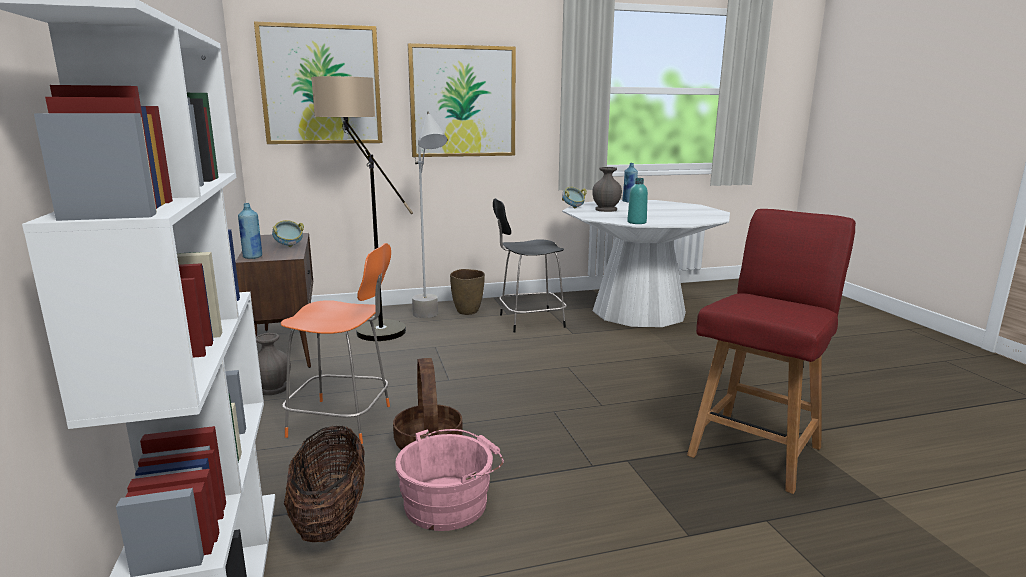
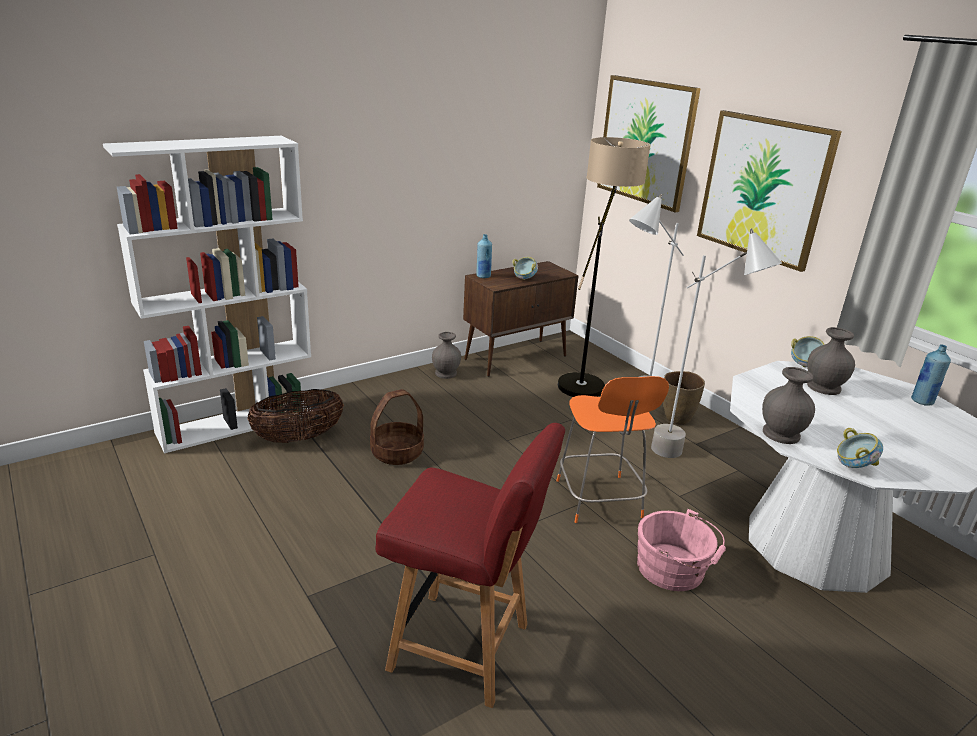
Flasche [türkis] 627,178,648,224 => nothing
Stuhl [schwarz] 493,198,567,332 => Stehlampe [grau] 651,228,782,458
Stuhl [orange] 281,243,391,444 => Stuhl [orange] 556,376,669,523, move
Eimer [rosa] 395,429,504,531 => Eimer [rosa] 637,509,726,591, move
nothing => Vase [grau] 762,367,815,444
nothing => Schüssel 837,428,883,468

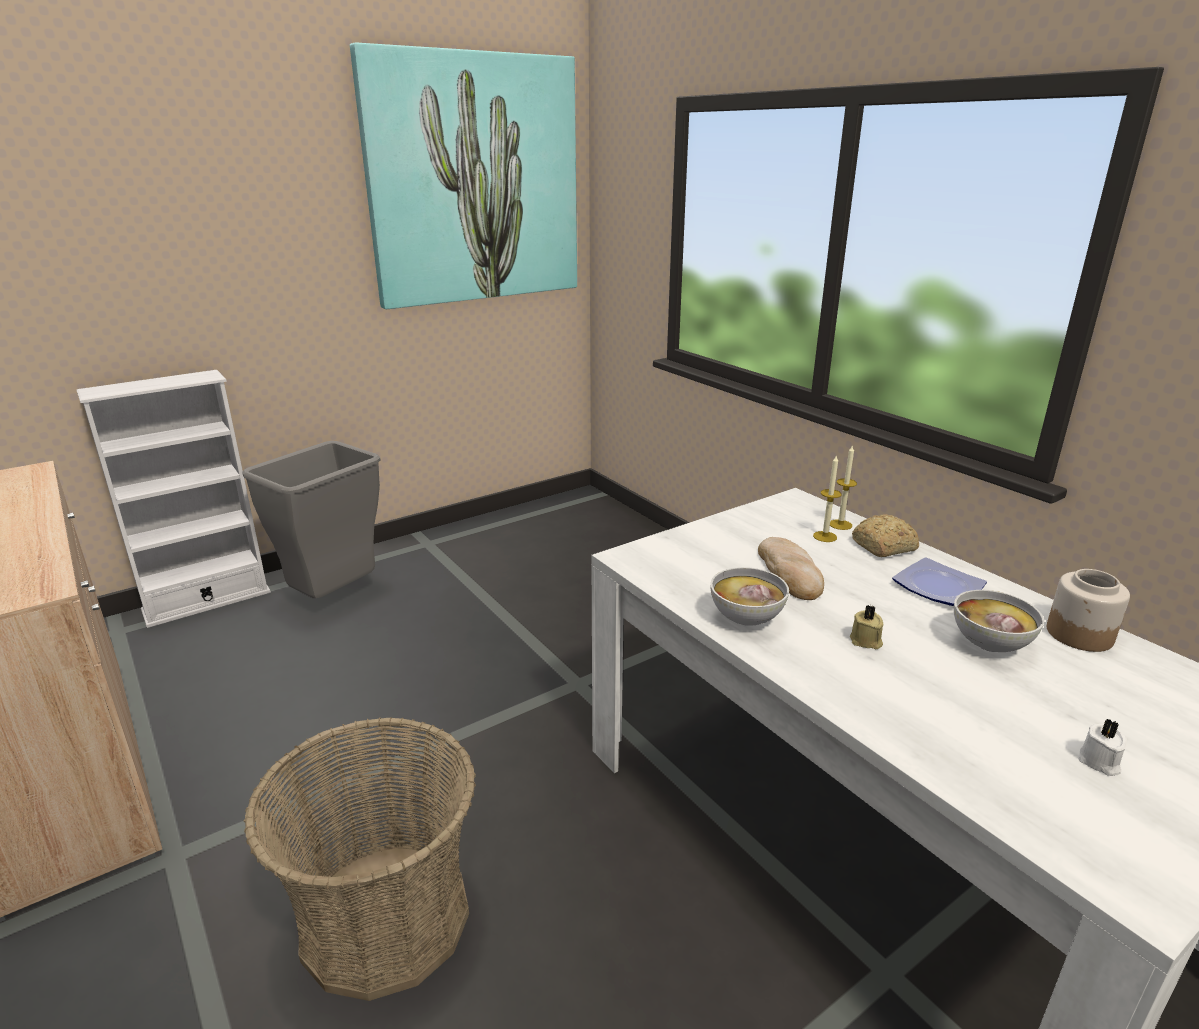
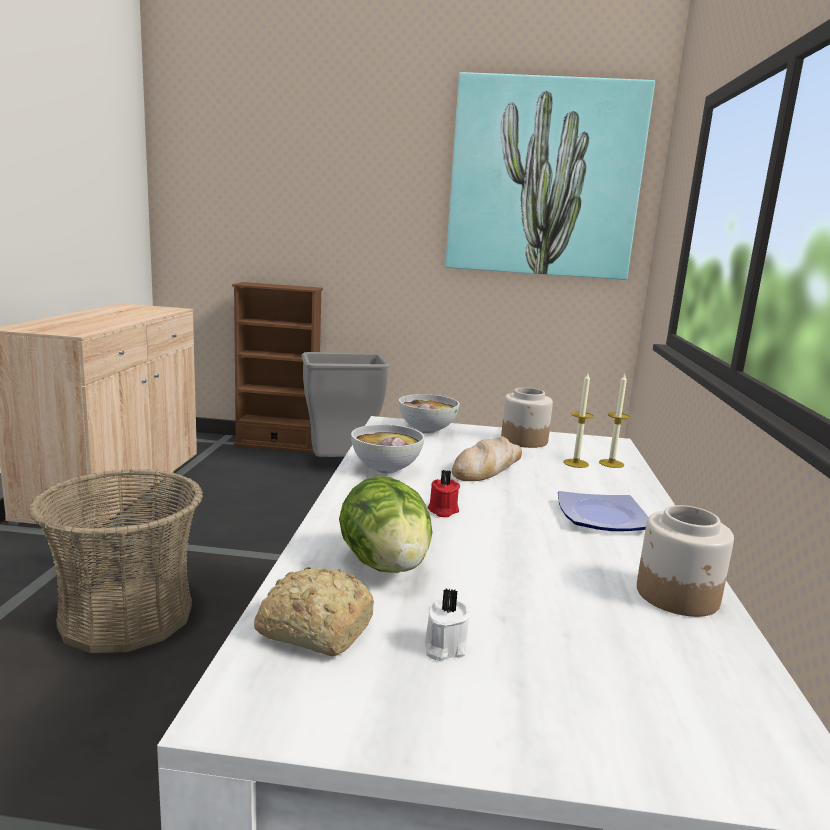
Bücherregal [weiß] 77,370,271,628 => Bücherregal [braun] 232,282,323,453
Brot 852,514,919,557 => Brot 254,567,374,656, move
Schüssel 954,590,1044,652 => Schüssel 399,394,459,433, move
Kerze [beige] 850,605,884,649 => Kerze [rot] 428,470,460,517
nothing => Vorratsglas 501,388,553,448
nothing => Salatkopf 339,476,432,573

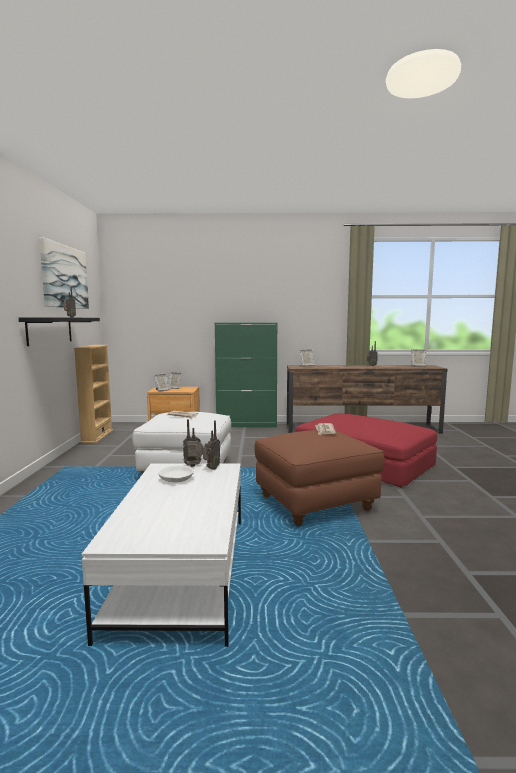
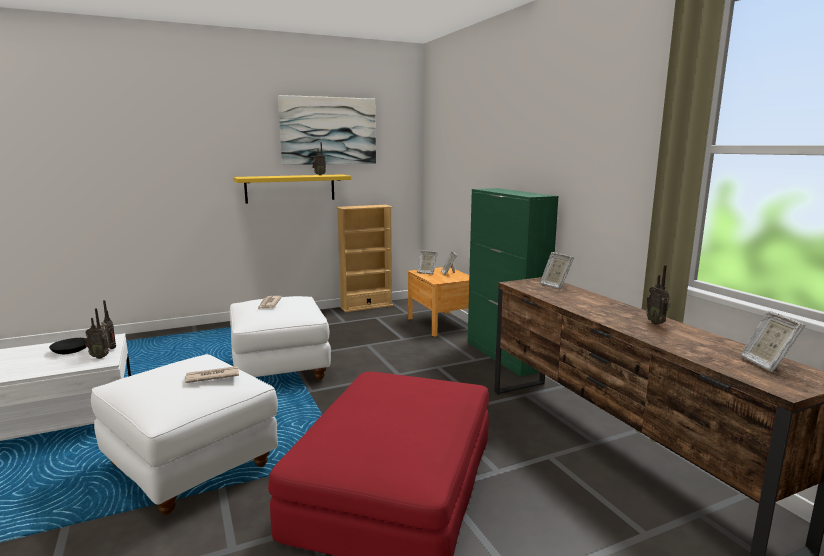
Wandregal [schwarz] 19,317,100,346 => Wandregal [gelb] 233,174,351,203
Polsterhocker [braun] 255,430,385,526 => Polsterhocker [weiß] 91,354,278,515
Schüssel [weiß] 158,466,194,482 => Schüssel [schwarz] 49,338,86,354

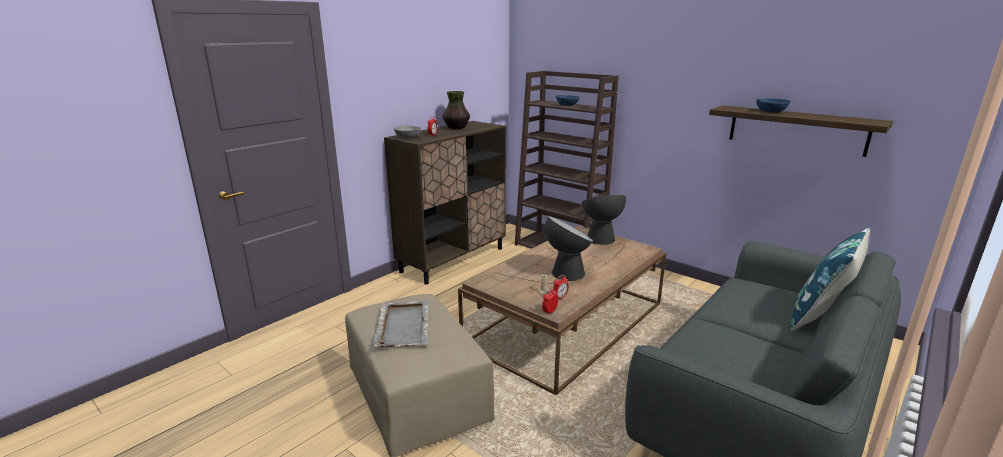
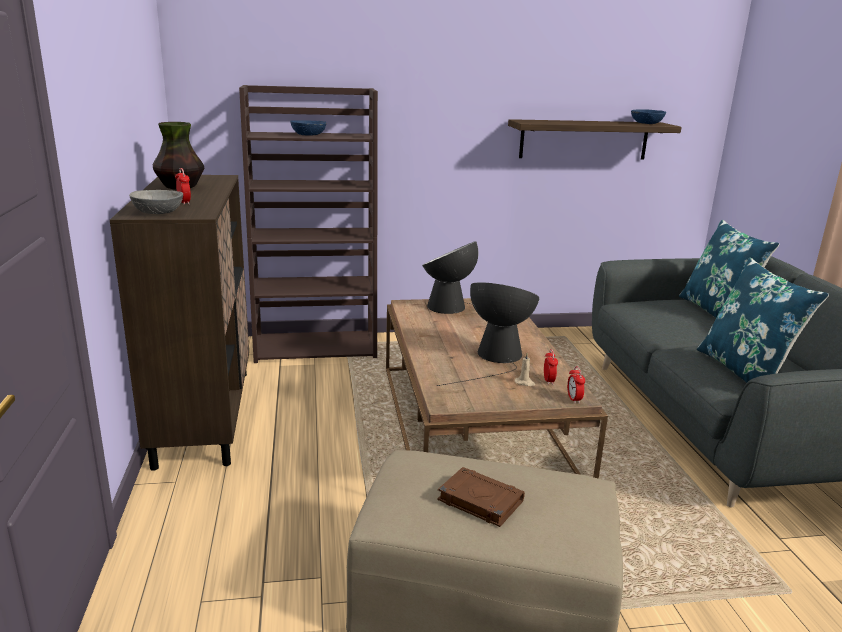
Schüssel [blau] 756,98,790,113 => Schüssel [blau] 631,109,666,124, move
Tablett [grau] 373,301,428,347 => Buch [braun] 437,467,525,527
nothing => Kissen [blau] 697,258,829,383

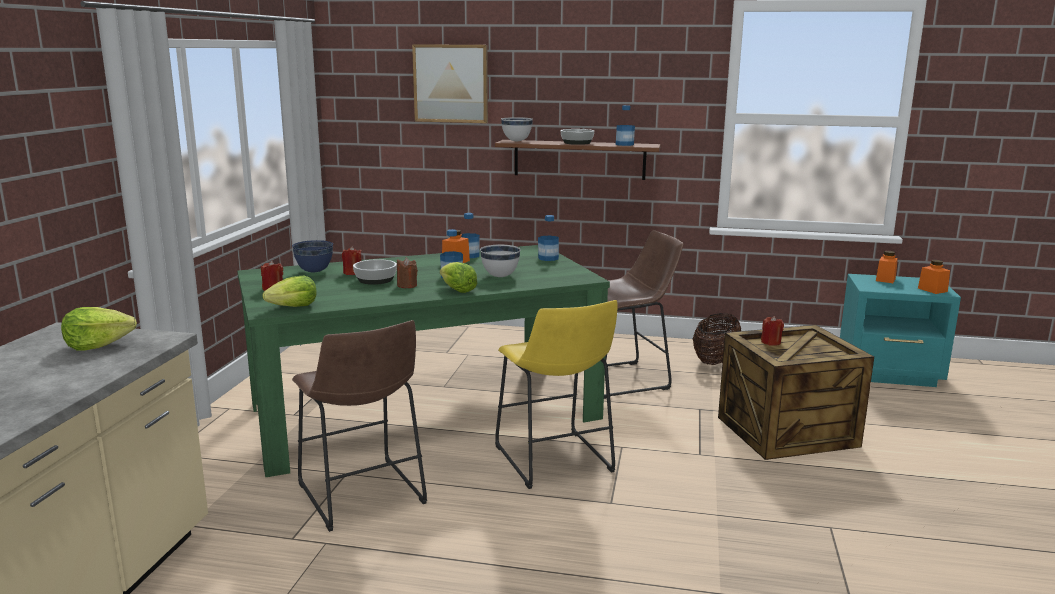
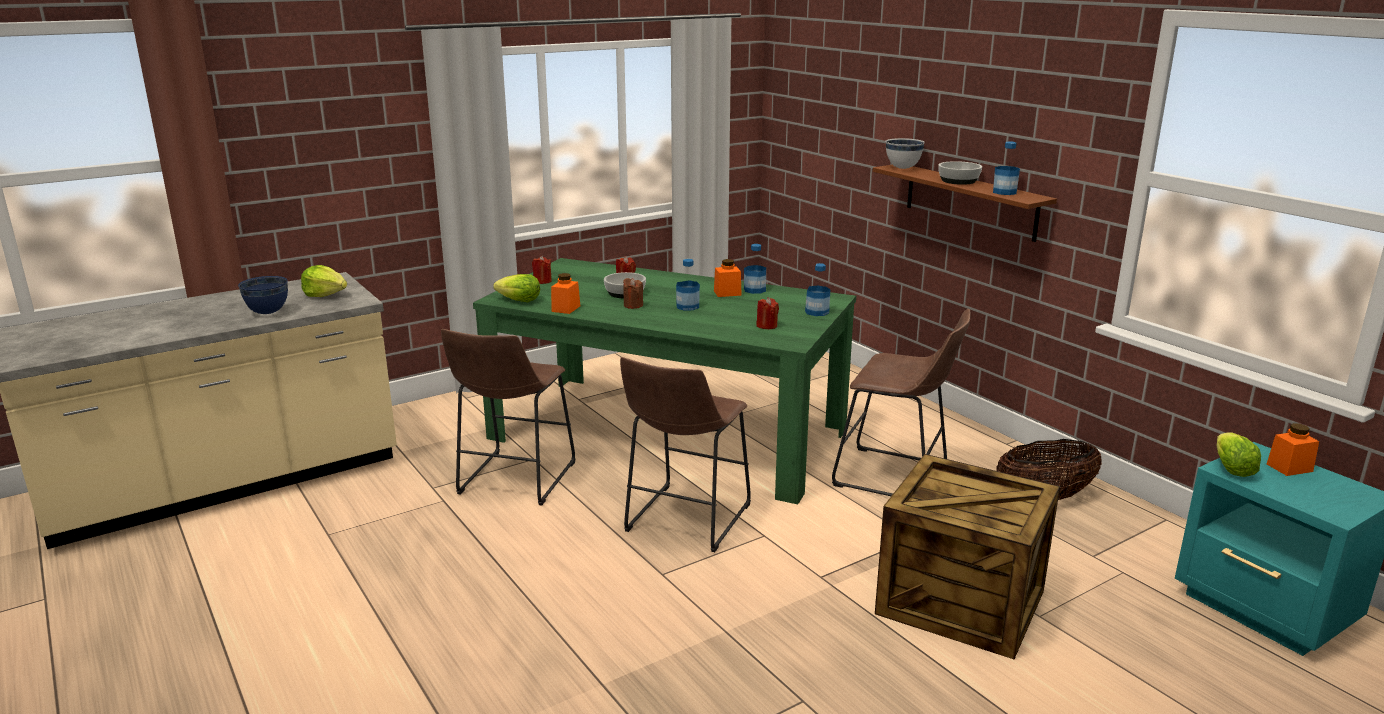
Bild 412,44,488,123 => nothing
Schüssel [blau] 292,240,333,272 => Schüssel [blau] 238,276,288,314, move
Schüssel [weiß] 480,245,521,277 => nothing
Vorratsglas [orange] 918,260,950,294 => Vorratsglas [orange] 551,273,580,314, move
Salatkopf 440,262,478,293 => Salatkopf 1217,432,1261,477, move
Hocker [gelb] 495,300,617,489 => Hocker [braun] 620,357,751,552
Kerze [rot] 761,316,784,346 => Kerze [rot] 756,297,779,329, move

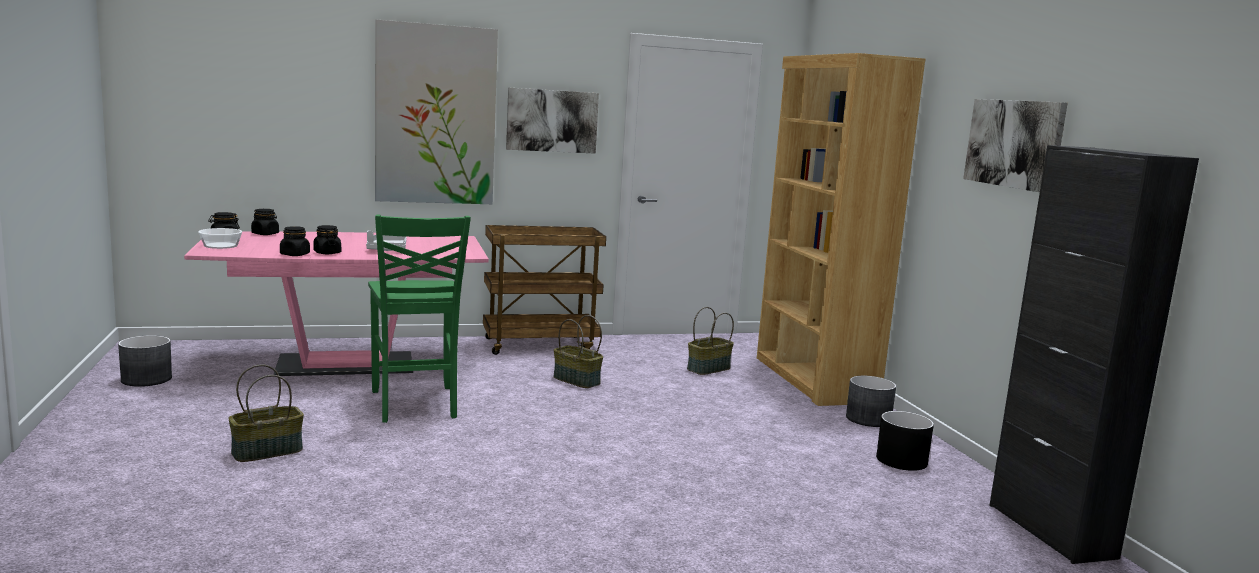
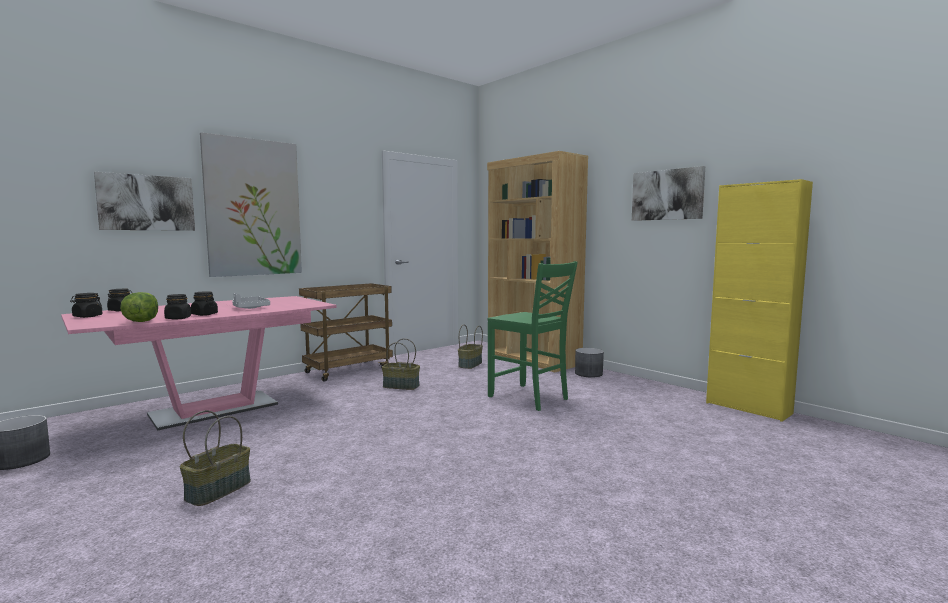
Bild 506,87,599,154 => Bild 94,172,195,231, move
Schrank [schwarz] 989,145,1199,564 => Schrank [gelb] 706,179,813,422
Stuhl [grün] 368,215,471,423 => Stuhl [grün] 488,261,578,411, move
Schüssel 198,228,242,249 => nothing
Pflanzkübel [schwarz] 876,411,934,471 => nothing
nothing => Salatkopf 120,292,158,322

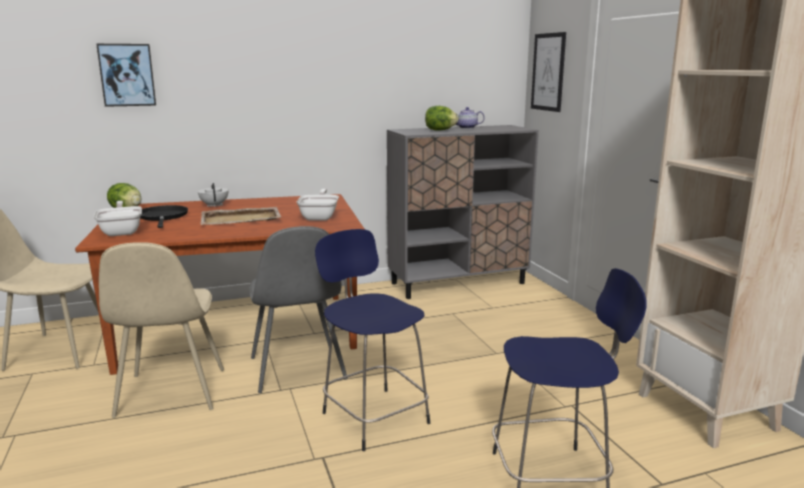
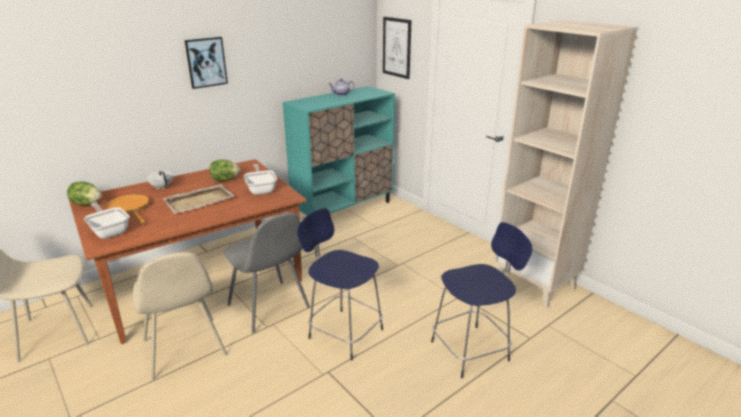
Bild 96,44,156,107 => Bild 185,37,228,89, move
Salatkopf 425,106,459,131 => Salatkopf 210,159,240,181, move
Schrank [grau] 387,125,539,299 => Schrank [türkis] 283,86,395,215
Pfanne [schwarz] 140,205,188,228 => Pfanne [orange] 105,194,149,223

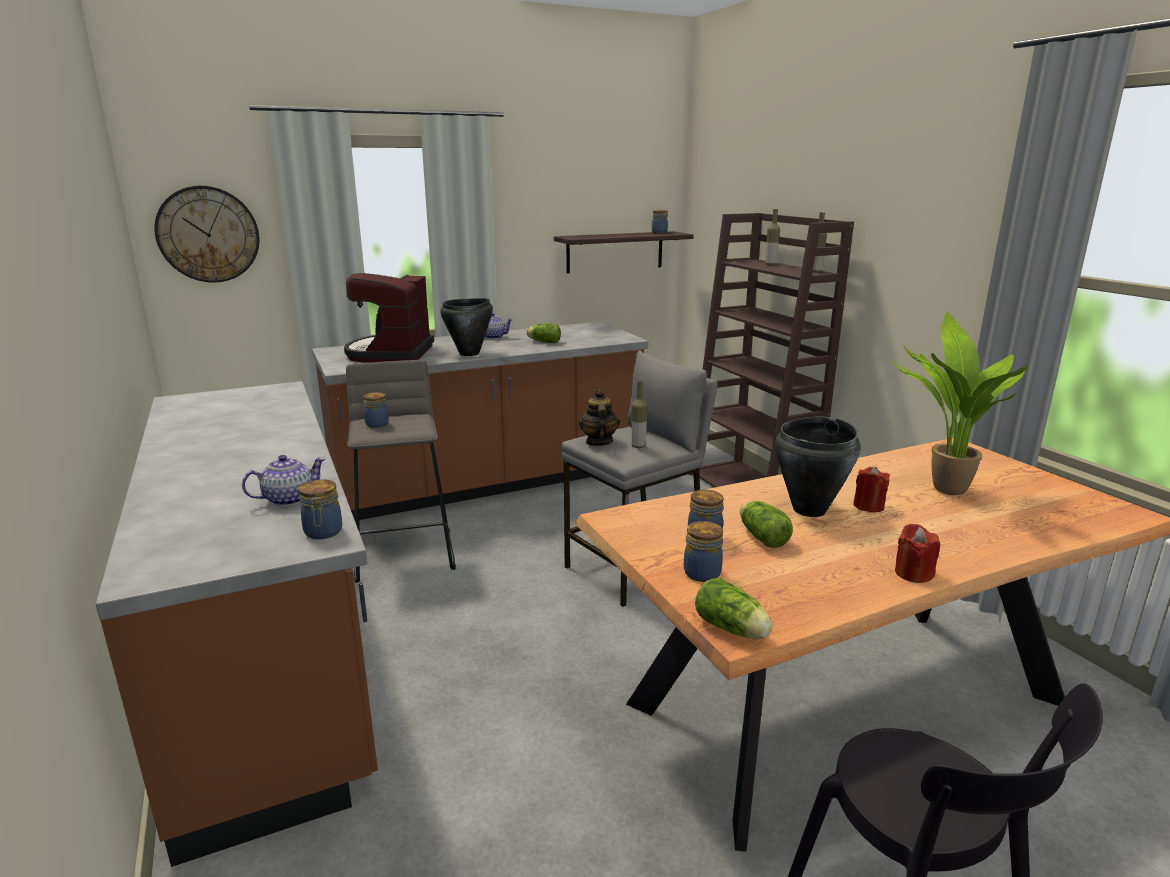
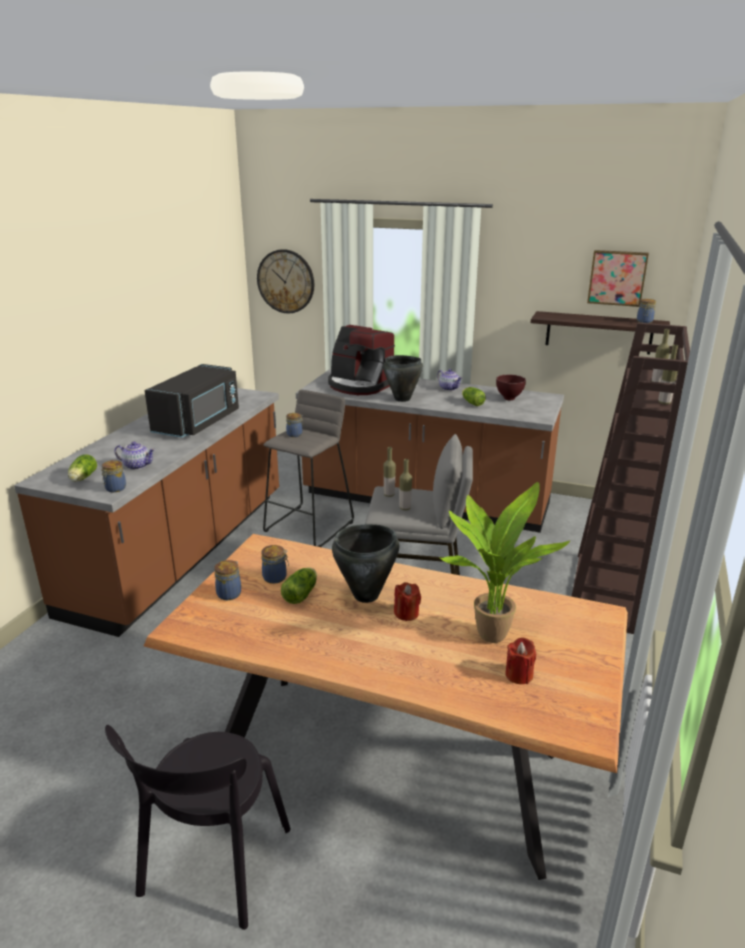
Kaffeemaschine 344,273,434,363 => Kaffeemaschine 328,325,395,395, 105 degrees counterclockwise
Teekanne 579,389,620,446 => Flasche 384,447,396,497
Kerze [rot] 895,524,940,583 => Kerze [rot] 505,638,536,684, move
Salatkopf 695,578,773,639 => Salatkopf 68,454,97,482, move
nothing => Bild 587,250,649,307
nothing => Mikrowelle [schwarz] 145,364,239,438
nothing => Schüssel [braun] 496,375,526,400

